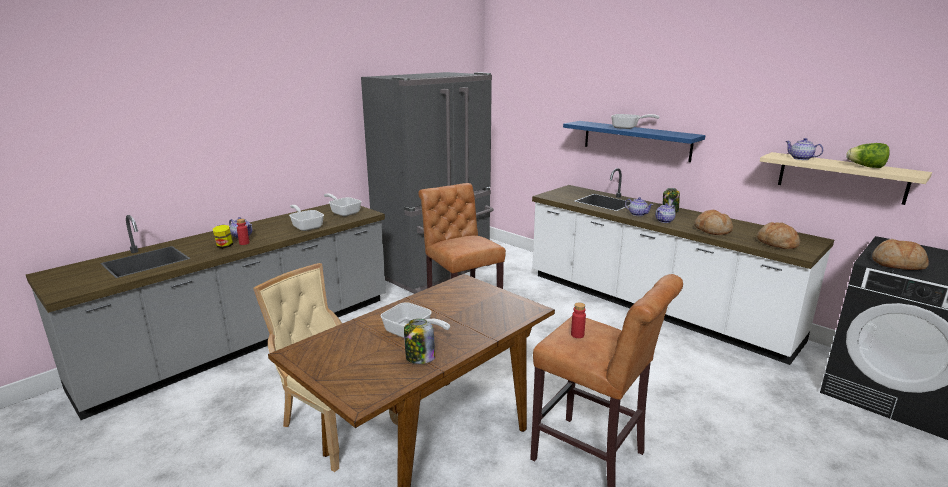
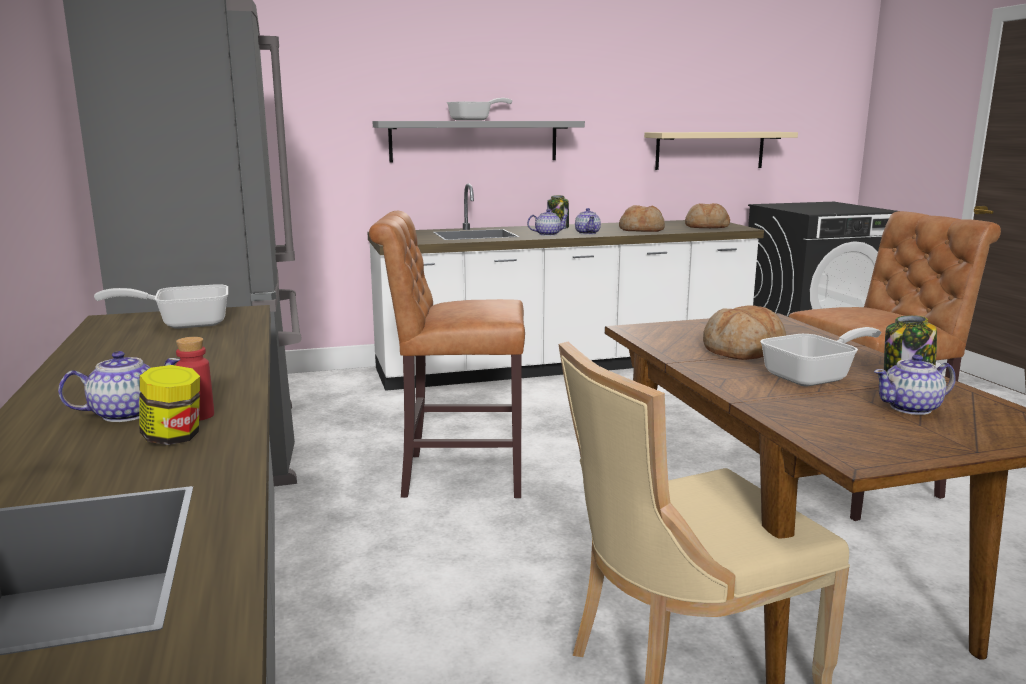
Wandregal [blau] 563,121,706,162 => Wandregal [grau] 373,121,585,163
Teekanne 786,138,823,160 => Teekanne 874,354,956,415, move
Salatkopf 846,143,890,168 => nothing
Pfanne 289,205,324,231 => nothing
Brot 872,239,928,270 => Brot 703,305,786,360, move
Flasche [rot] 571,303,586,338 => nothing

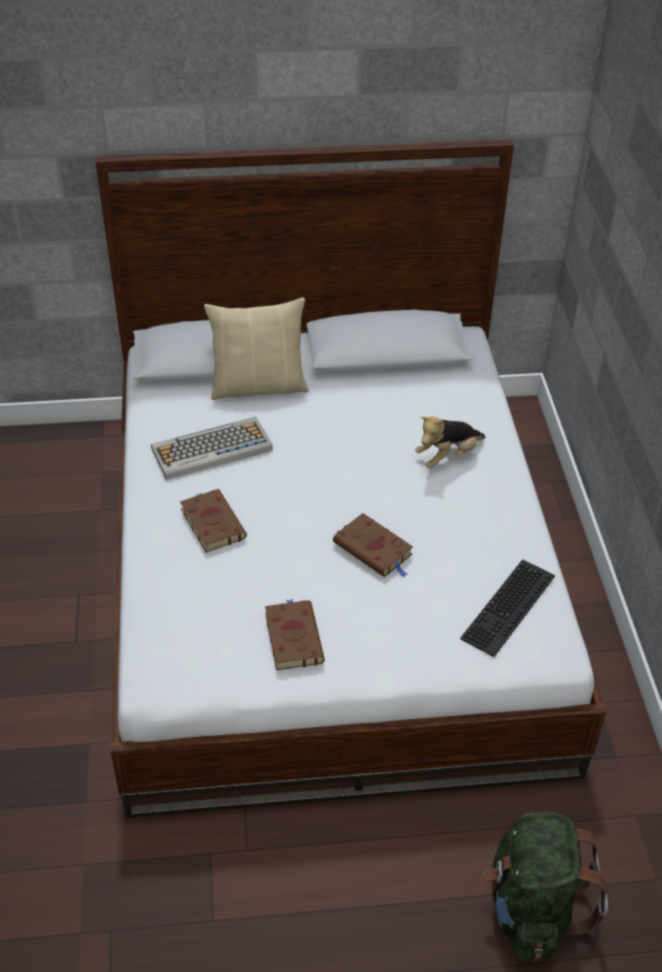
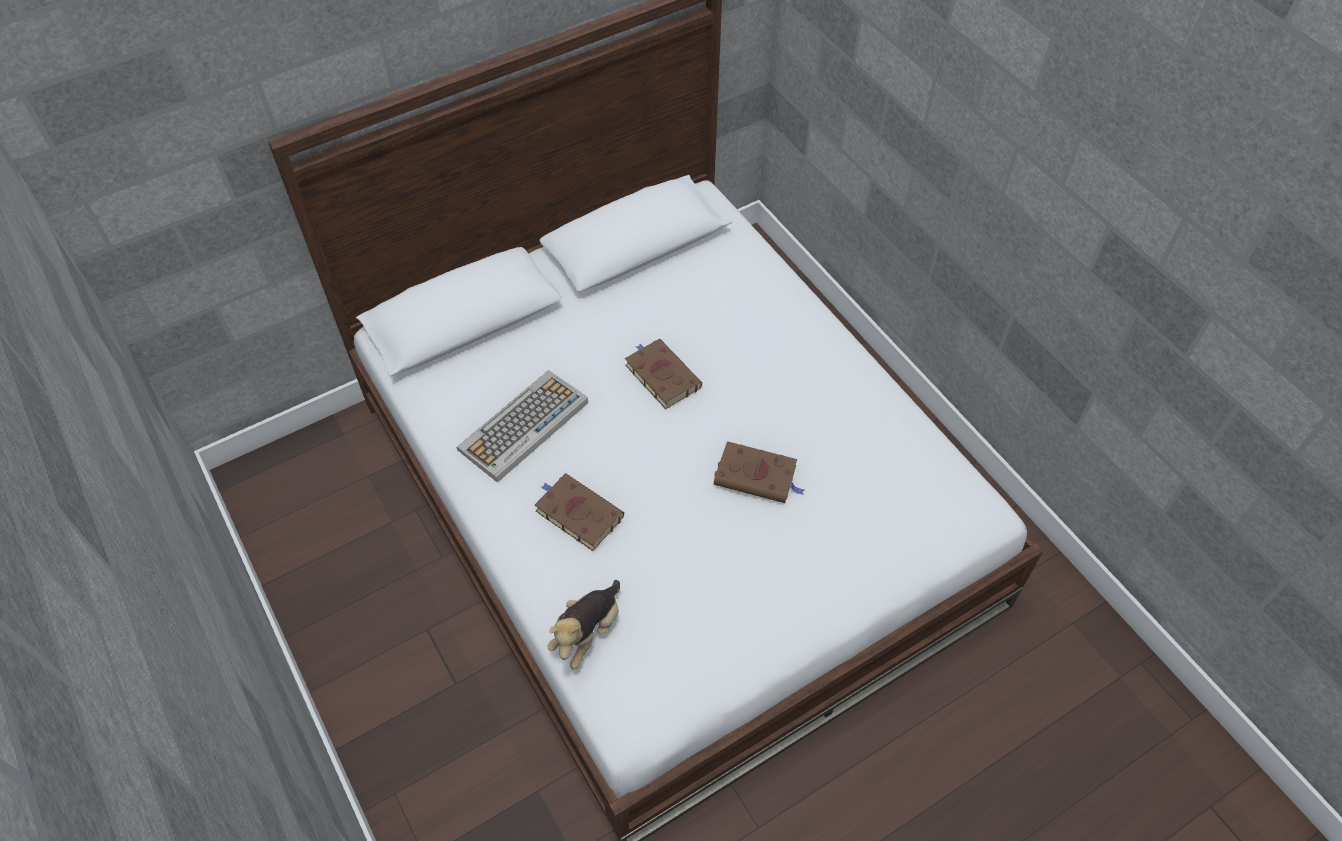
Kissen [beige] 204,297,309,400 => nothing
Plüschtier 415,416,485,468 => Plüschtier 547,580,620,670, move
Tastatur 460,559,555,657 => nothing
Buch [braun] 265,599,325,670 => Buch [braun] 625,339,702,409, move
Rucksack [grün] 483,811,608,961 => nothing

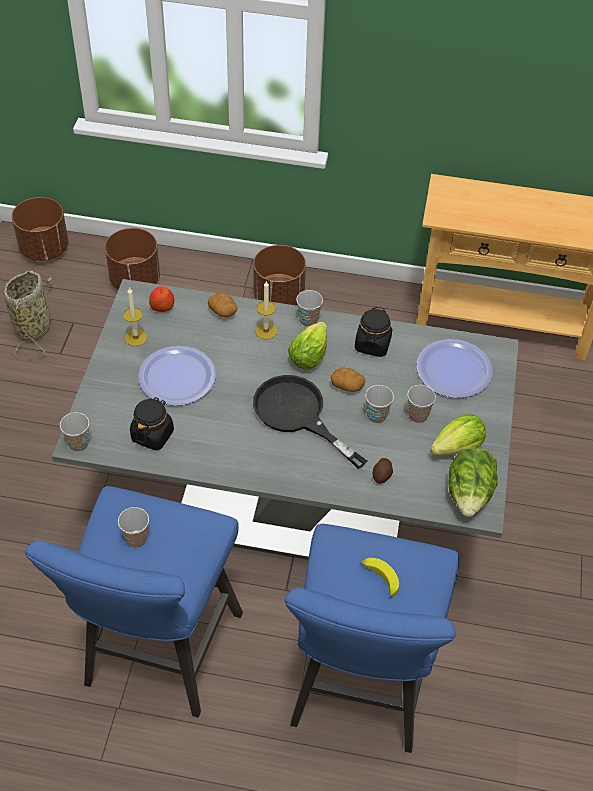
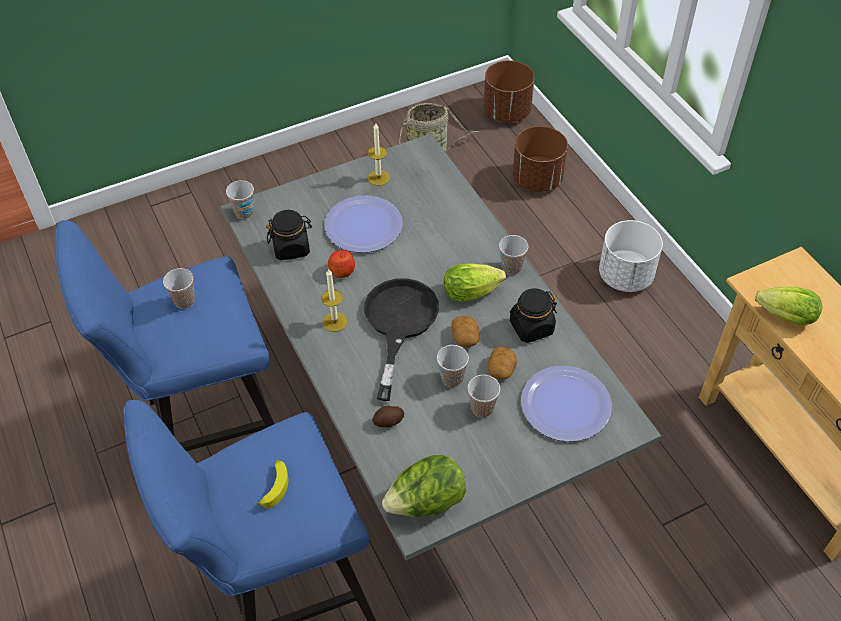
Pflanzkübel [braun] 253,245,306,306 => Pflanzkübel [weiß] 599,220,663,292
Kerze 255,281,277,339 => Kerze 321,269,347,332, move
Apfel 149,286,174,312 => Apfel 328,250,355,278, move
Kartoffel 208,293,237,317 => Kartoffel 488,347,517,379, move
Salatkopf 431,414,486,455 => Salatkopf 755,287,822,325, move

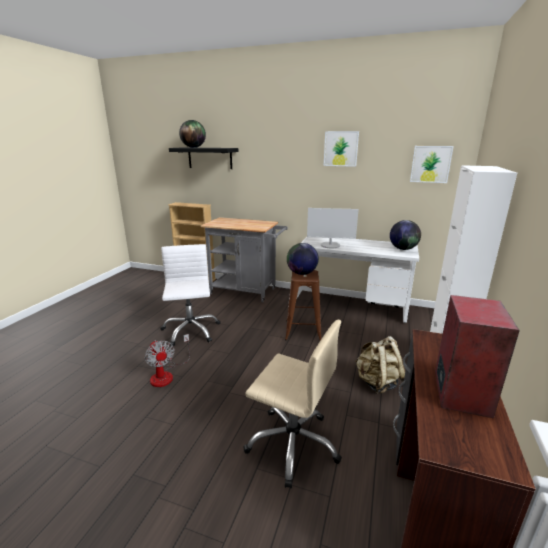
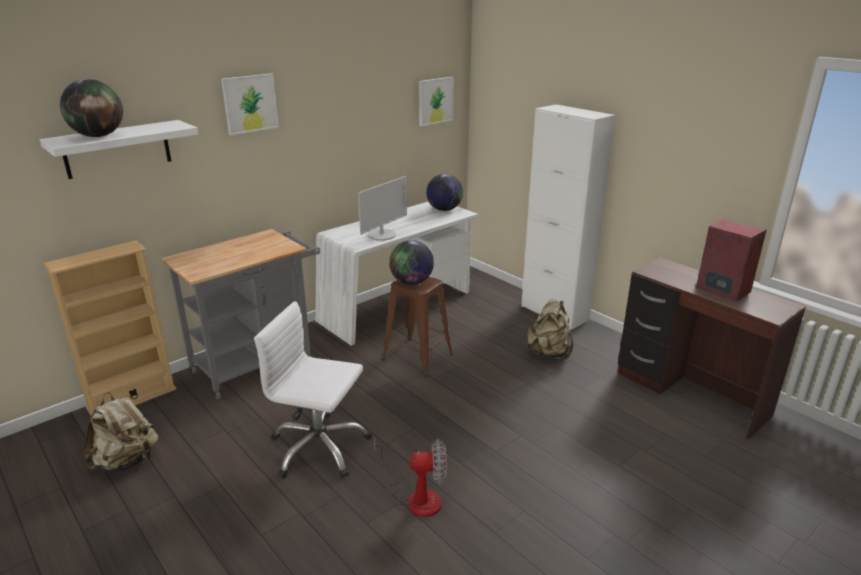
Bild 324,131,359,167 => Bild 221,73,279,135, move
Wandregal [schwarz] 169,147,239,169 => Wandregal [weiß] 39,120,198,179
Bürostuhl [beige] 244,320,342,488 => nothing
nothing => Rucksack [beige] 83,392,158,472

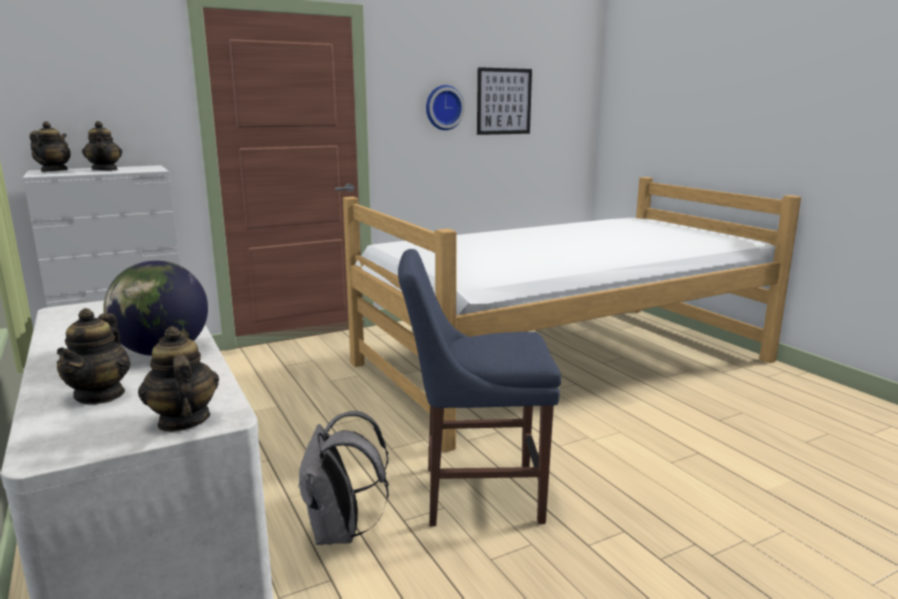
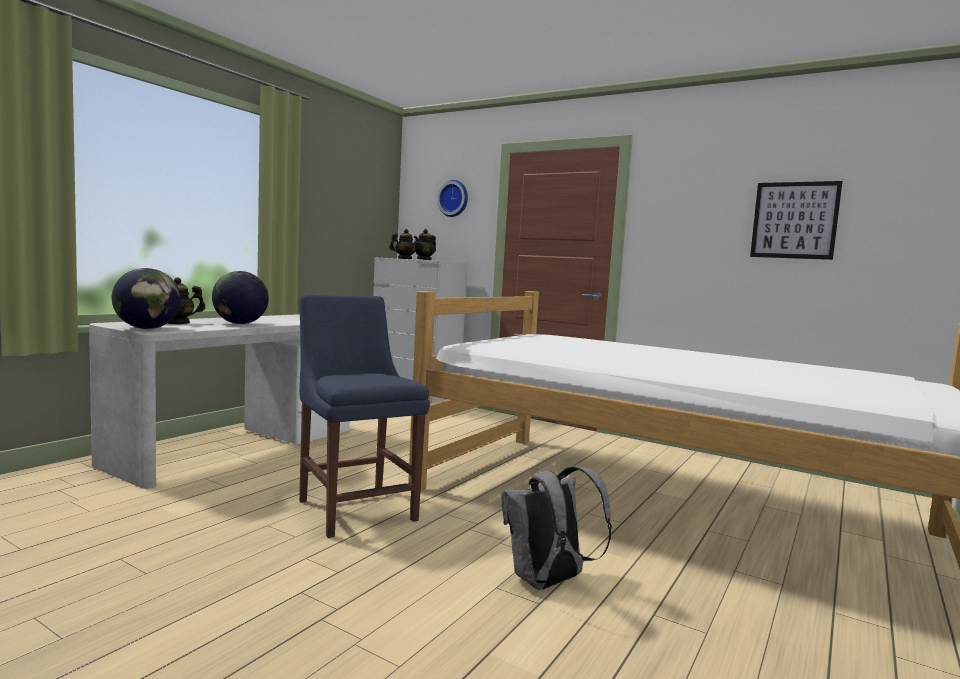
Wanduhr 426,85,465,130 => Wanduhr 437,180,468,217, move
Teekanne 138,326,219,432 => Globus 111,268,181,329
Rucksack [grau] 298,411,389,545 => Rucksack [grau] 502,466,612,590, move

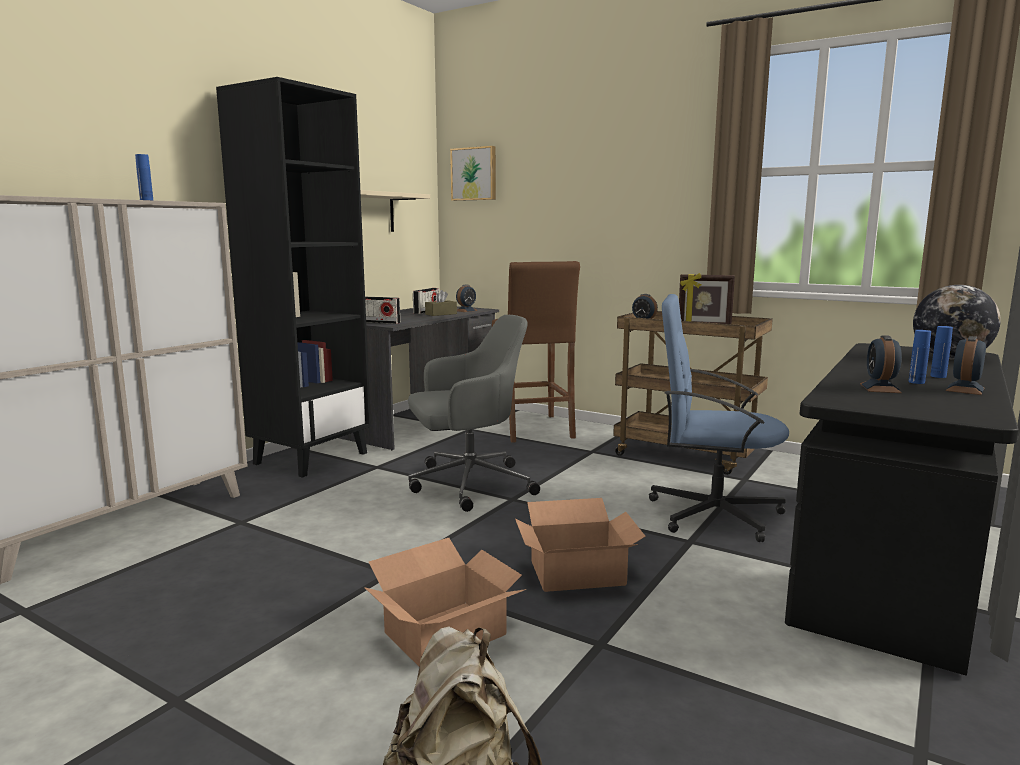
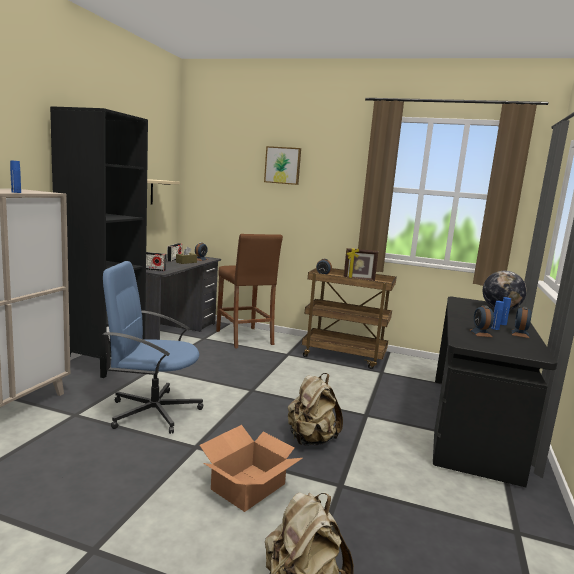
Bild 450,146,496,201 => Bild 264,146,301,185, move
Bürostuhl [blau] 649,294,789,542 => Bürostuhl [blau] 103,261,203,434, move
Bürostuhl [grau] 408,315,540,512 => nothing
Karton 515,498,646,592 => Rucksack [beige] 288,373,343,446

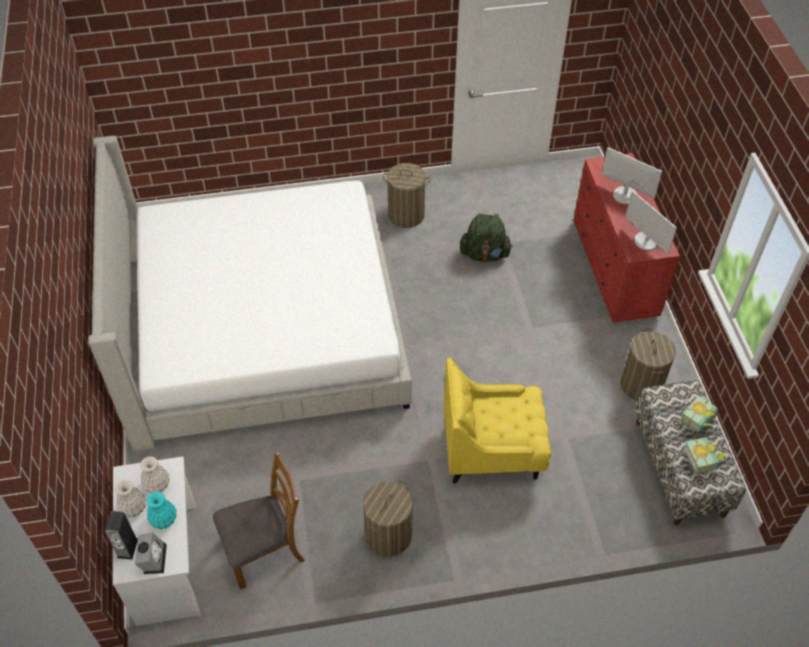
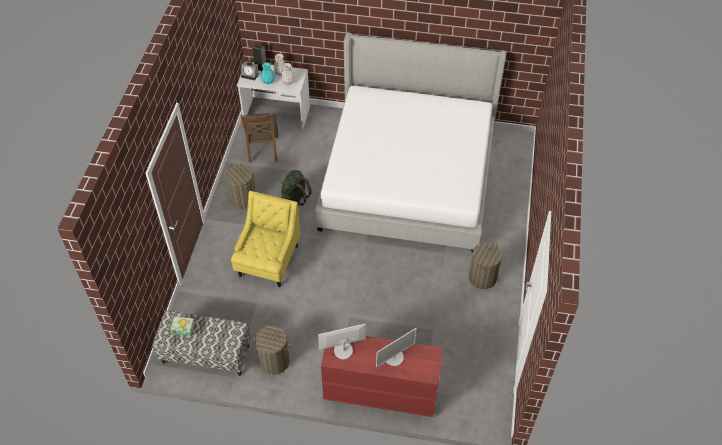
Rucksack [grün] 460,213,512,262 => Rucksack [grün] 281,170,312,206, move
Buch 680,396,718,433 => nothing

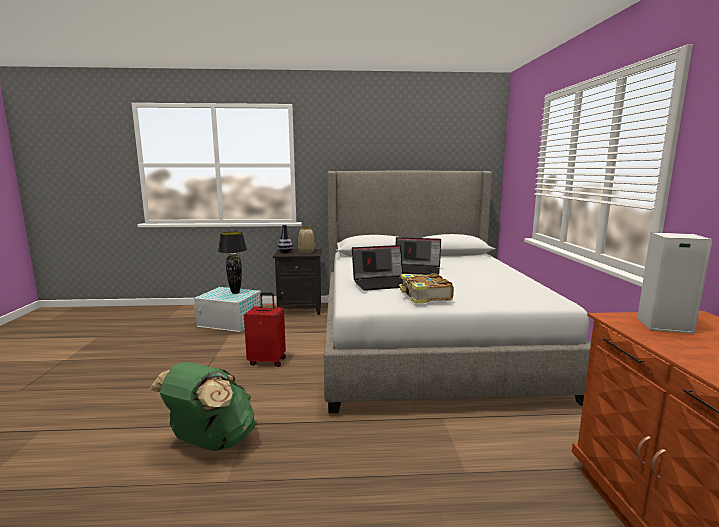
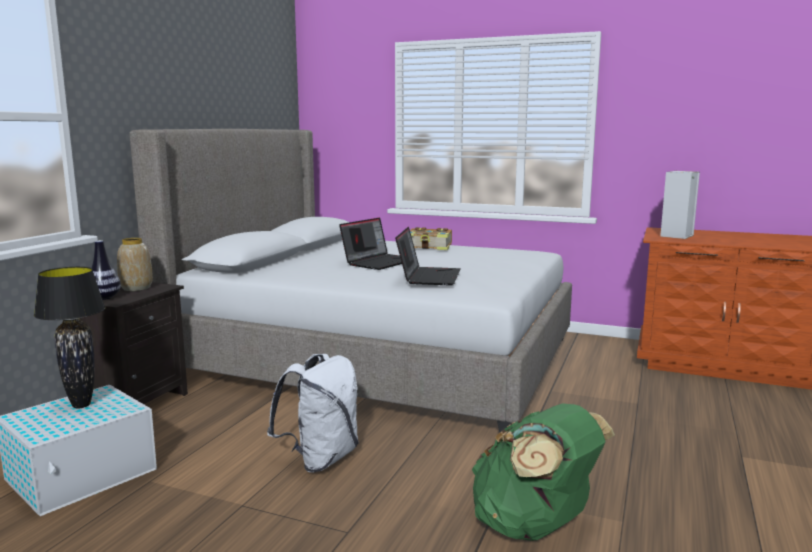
Buch 399,273,454,304 => Buch 410,227,452,250, move
Koffer [rot] 244,292,286,367 => Rucksack [weiß] 267,354,359,472

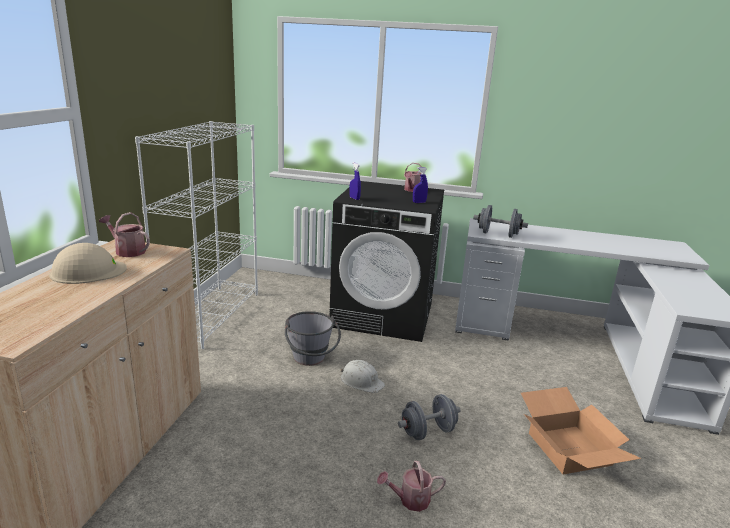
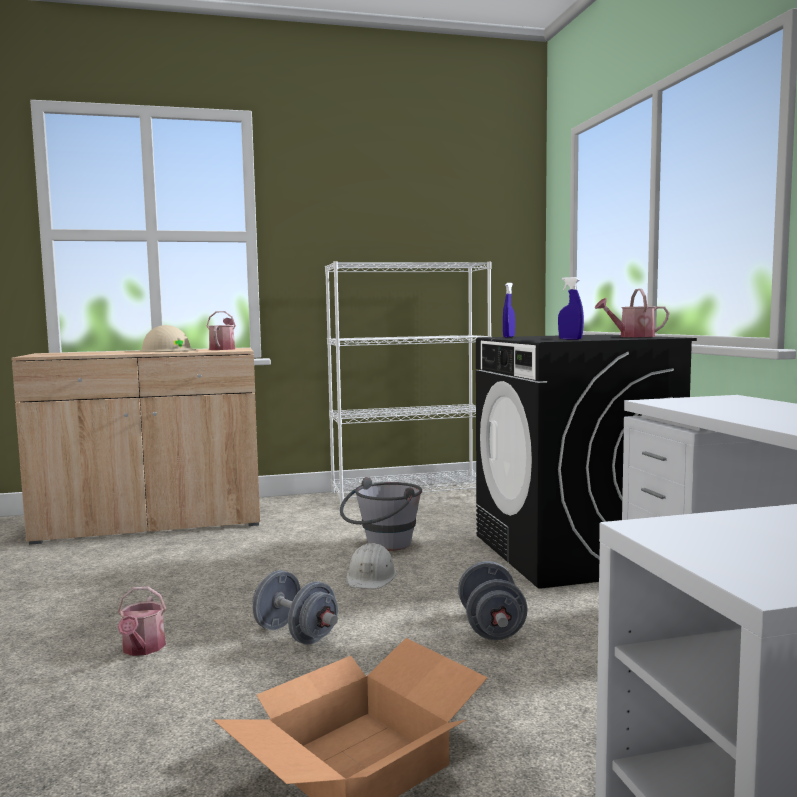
Hantel [grau] 473,205,528,238 => Hantel [grau] 458,561,528,640, move
Gießkanne 377,461,446,512 => Gießkanne 117,587,166,656, 150 degrees counterclockwise

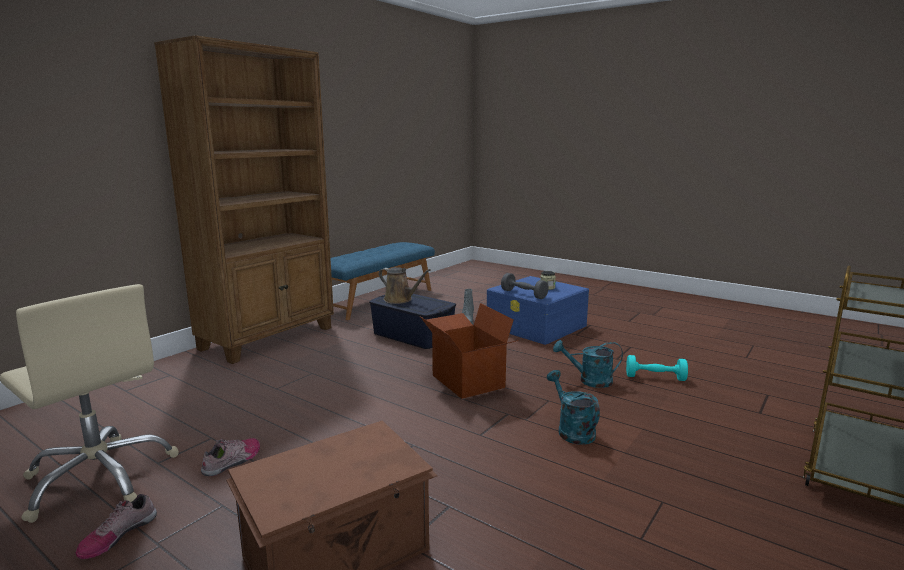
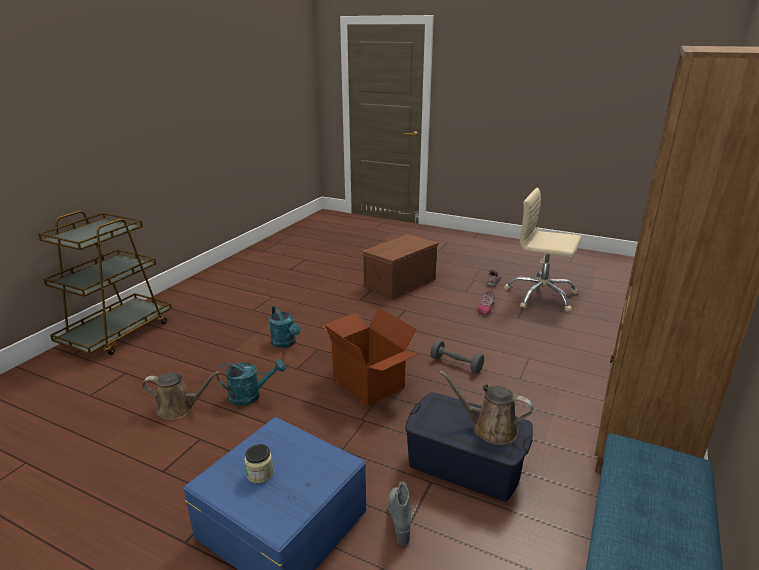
Hantel [grau] 501,273,549,299 => Hantel [grau] 431,340,484,374, move
Hantel [türkis] 626,355,688,381 => Gießkanne [braun] 142,371,220,420

